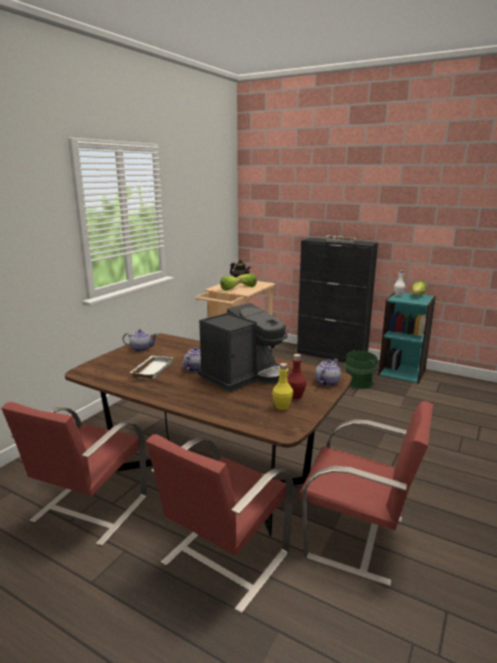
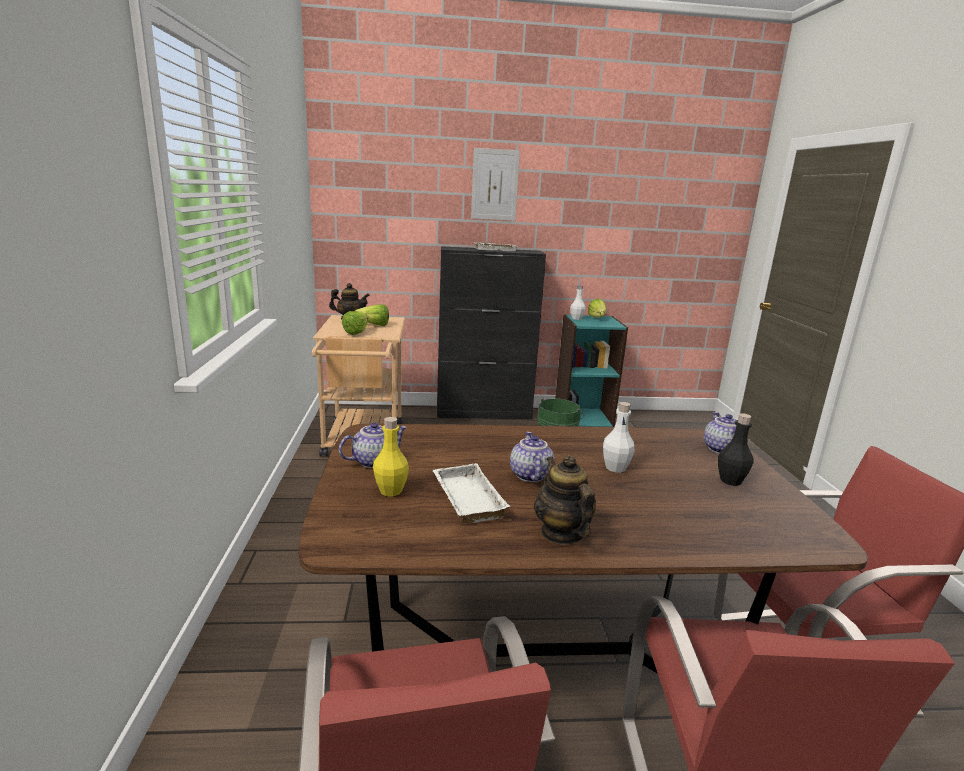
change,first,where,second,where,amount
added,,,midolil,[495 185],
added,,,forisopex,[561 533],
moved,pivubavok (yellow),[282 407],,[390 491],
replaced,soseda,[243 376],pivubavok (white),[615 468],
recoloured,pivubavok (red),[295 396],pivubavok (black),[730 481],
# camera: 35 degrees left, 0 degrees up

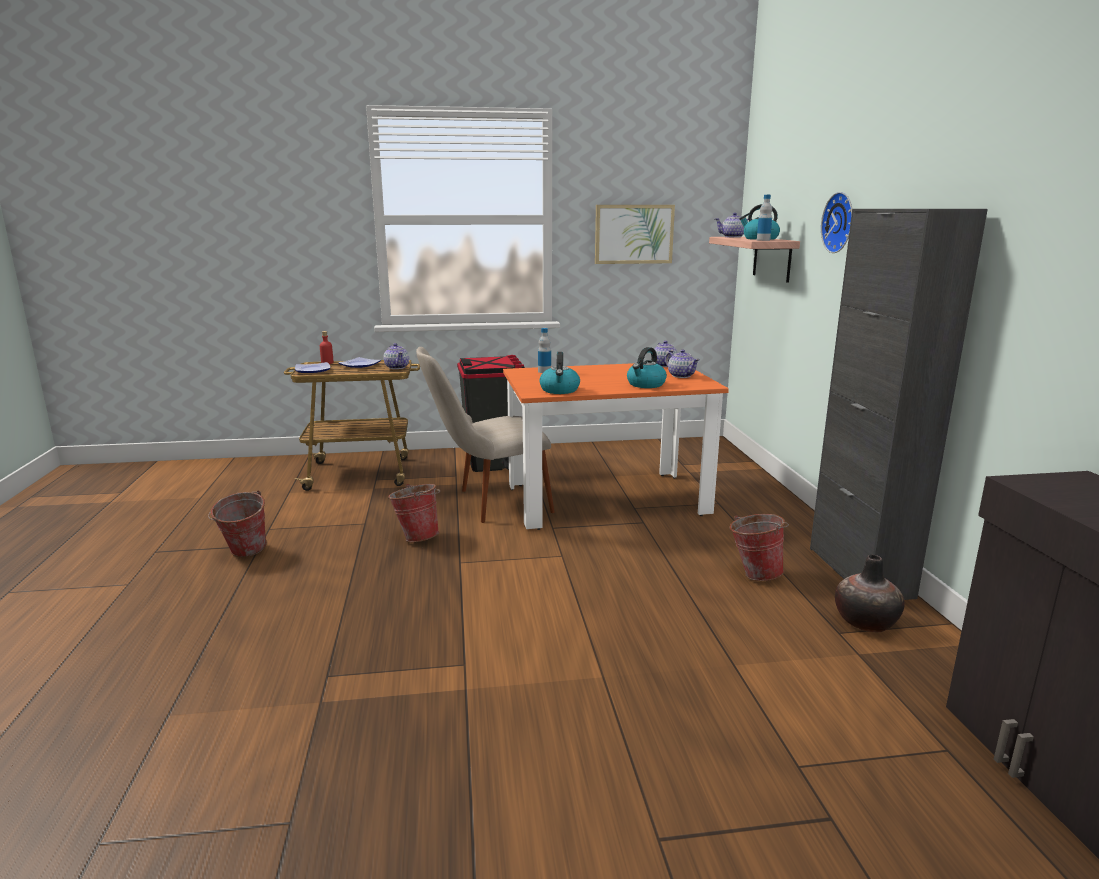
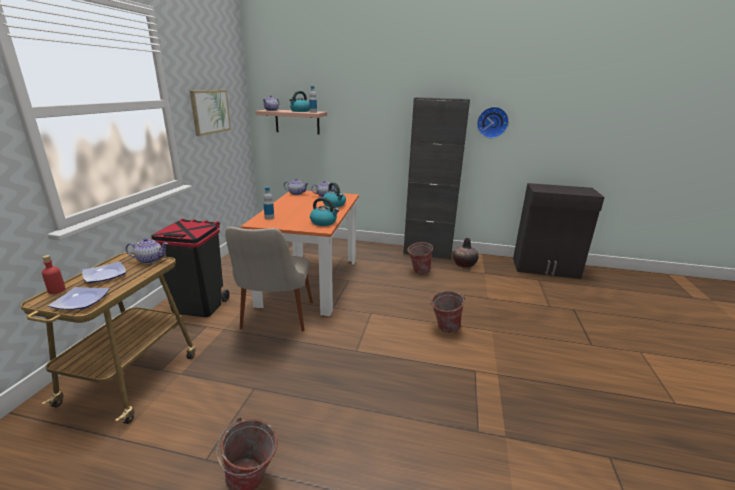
change,first,where,second,where,amount
moved,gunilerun,[417 536],,[444 328],
moved,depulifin,[841 222],,[492 122],
# camera: 70 degrees left, 5 degrees up

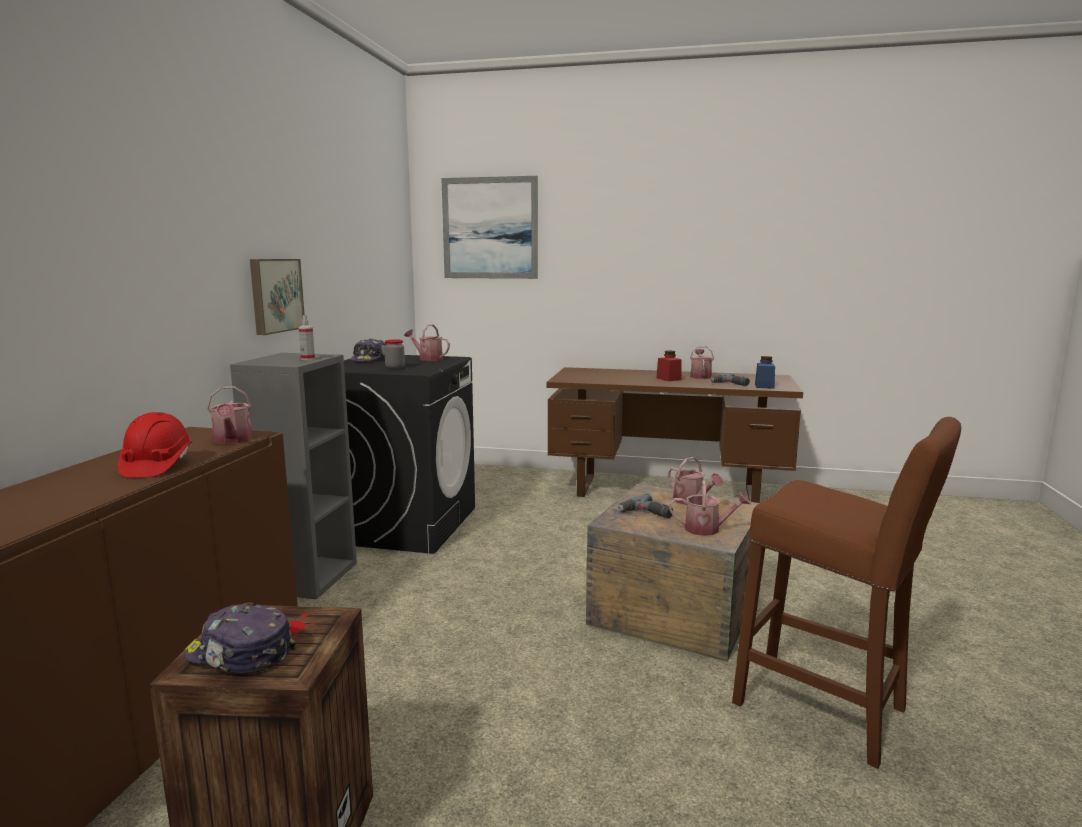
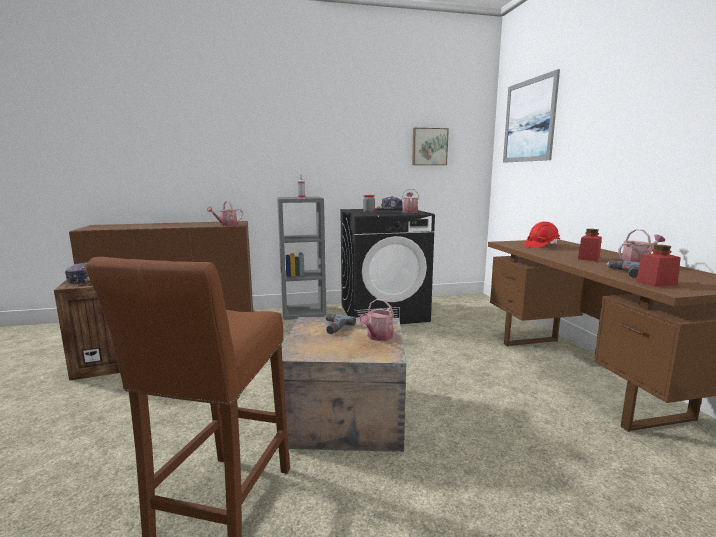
change,first,where,second,where,amount
removed,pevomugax,[707 529],,,
moved,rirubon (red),[157 466],,[541 246],
moved,midolil,[275 295],,[429 147],
recoloured,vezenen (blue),[764 386],vezenen (red),[656 283],
# camera: 65 degrees right, 0 degrees up

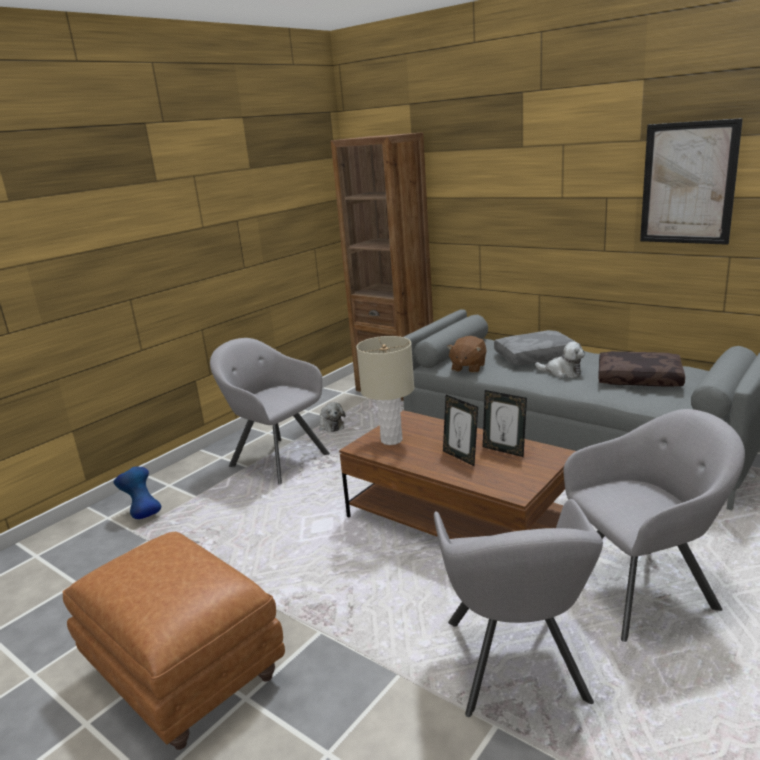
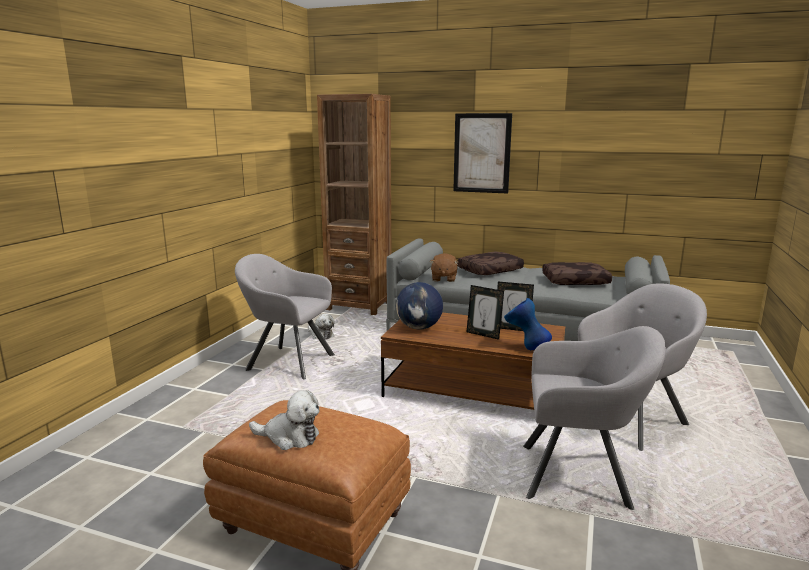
change,first,where,second,where,amount
moved,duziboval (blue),[142 514],,[526 348],
moved,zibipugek,[562 372],,[289 437],
moved,midolil,[688 183],,[482 153],
replaced,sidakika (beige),[391 440],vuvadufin,[419 328],
recoloured,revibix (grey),[535 357],revibix (brown),[490 271],
turned,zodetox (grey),[516 666],,[580 476],60 degrees counterclockwise
# camera: 20 degrees left, 5 degrees down

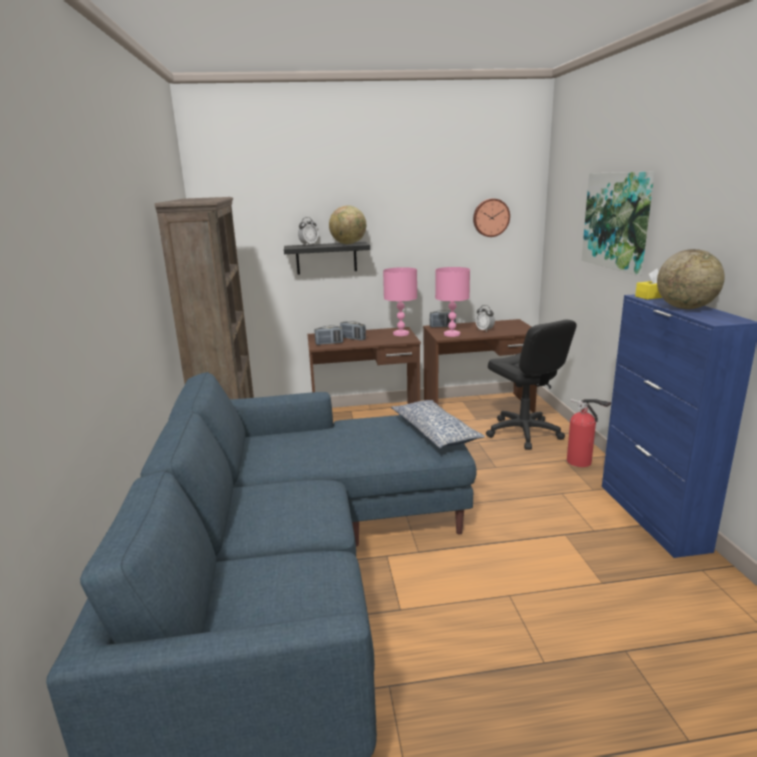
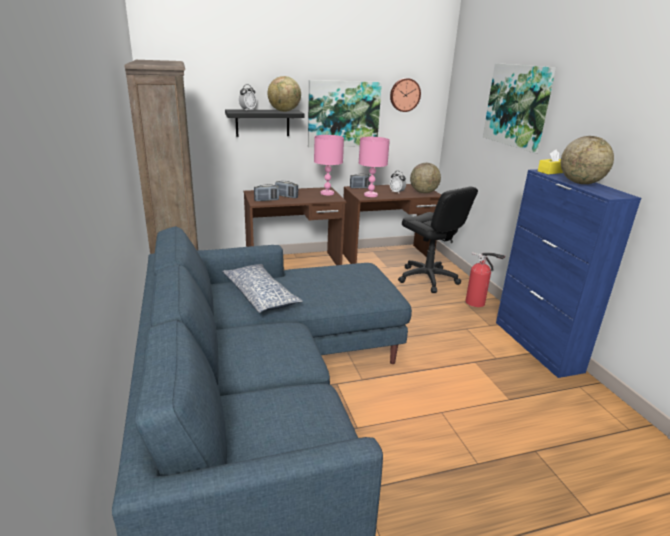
change,first,where,second,where,amount
added,,,midolil,[343 114],
added,,,vuvadufin,[423 192],
moved,revibix,[435 432],,[260 295],
# camera: 10 degrees left, 5 degrees up

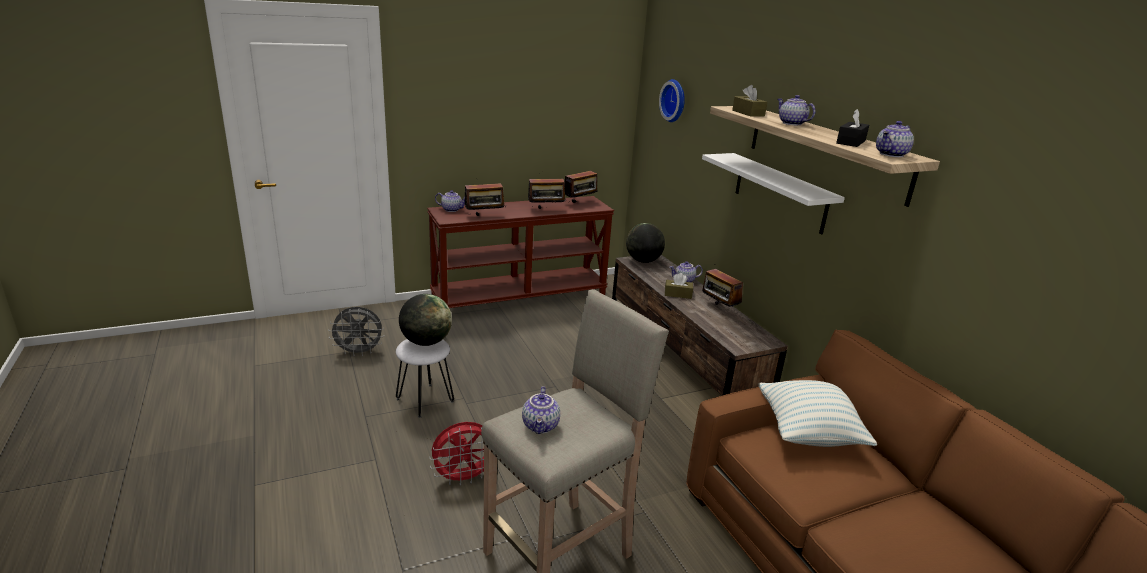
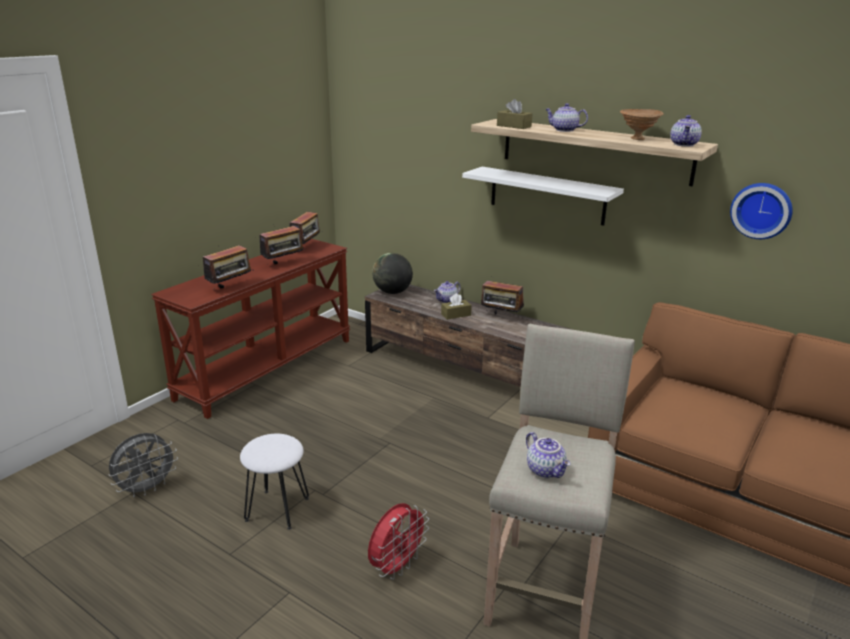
change,first,where,second,where,amount
removed,vuvadufin,[426 342],,,
removed,forisopex,[452 209],,,
removed,revibix,[808 433],,,
moved,depulifin,[675 100],,[761 210],
replaced,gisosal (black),[851 142],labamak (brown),[638 139],
# camera: 30 degrees left, 0 degrees up

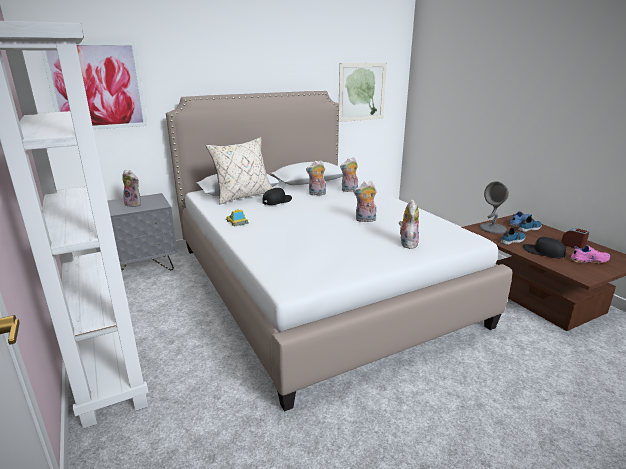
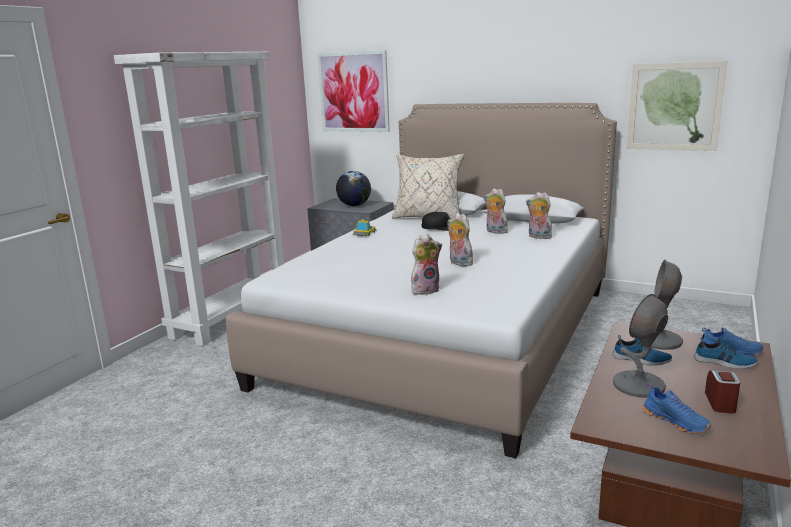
change,first,where,second,where,amount
replaced,zibipugek,[134 204],vuvadufin,[354 205],
replaced,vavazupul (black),[543 252],sidakika (grey),[638 385],
recoloured,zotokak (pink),[588 260],zotokak (blue),[676 421],
# camera: 55 degrees right, 5 degrees down

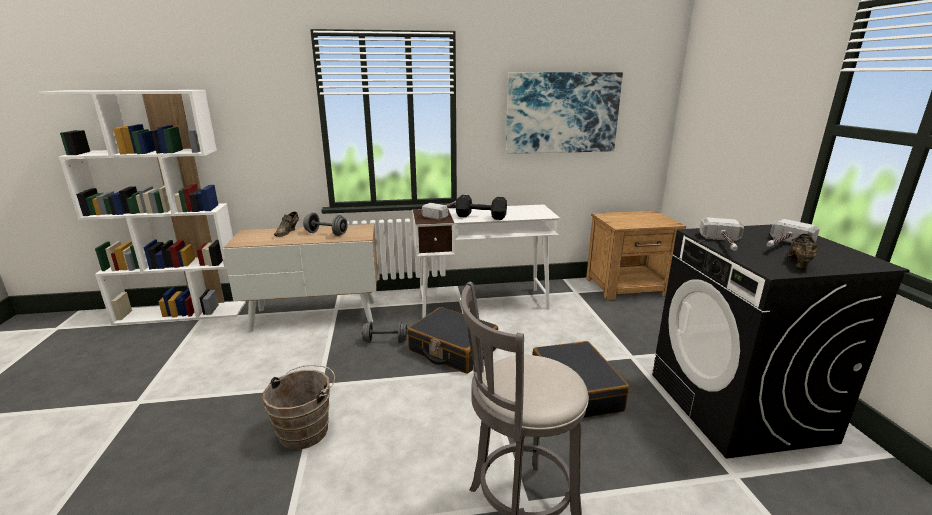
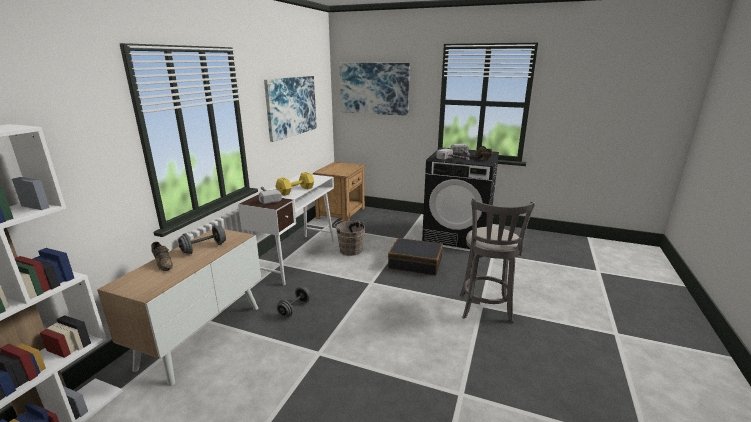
change,first,where,second,where,amount
removed,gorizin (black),[452 349],,,
added,,,midolil,[374 88],
moved,gunilerun (brown),[307 429],,[350 249],
recoloured,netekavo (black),[480 216],netekavo (yellow),[295 191],
# camera: 60 degrees left, 0 degrees up

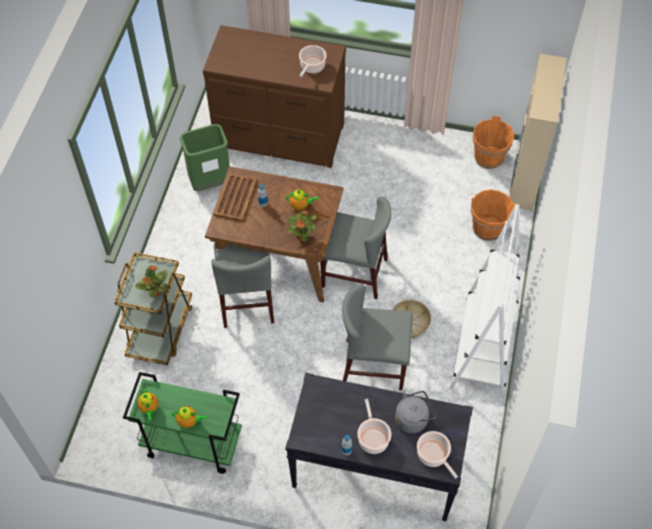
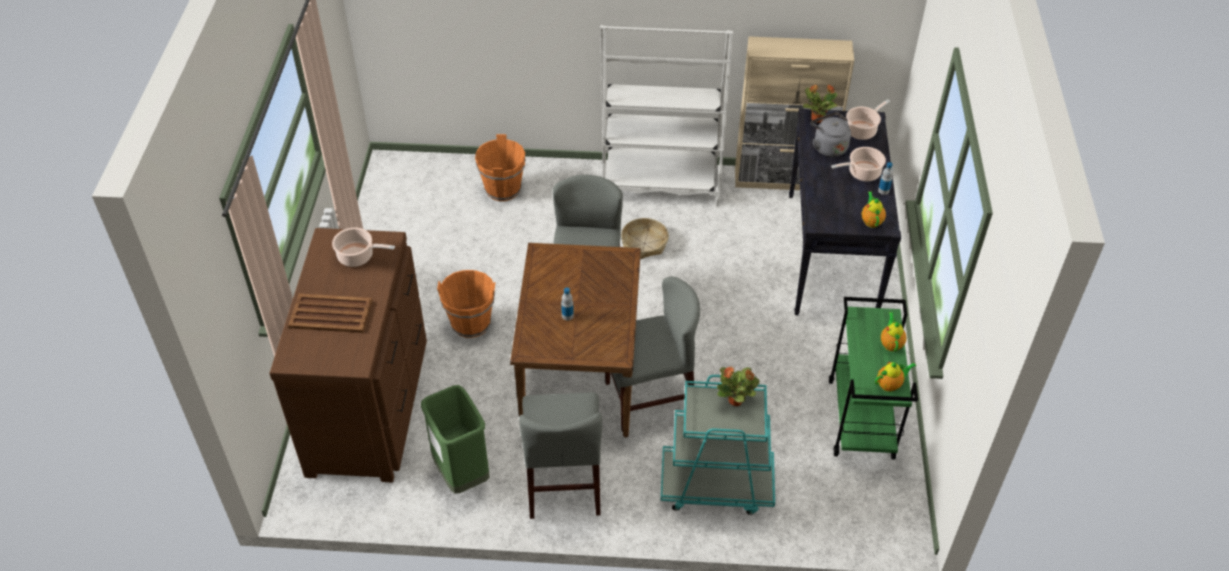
change,first,where,second,where,amount
moved,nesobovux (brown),[236 197],,[330 314],
moved,forisopex,[301 205],,[871 221],
moved,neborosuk,[302 236],,[816 119],
moved,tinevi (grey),[374 364],,[563 482],
moved,gunilerun (orange),[488 158],,[470 323],
moved,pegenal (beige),[524 177],,[782 179],
recoloured,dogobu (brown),[160 329],dogobu (turquoise),[716 485],
# camera: 100 degrees left, 10 degrees down

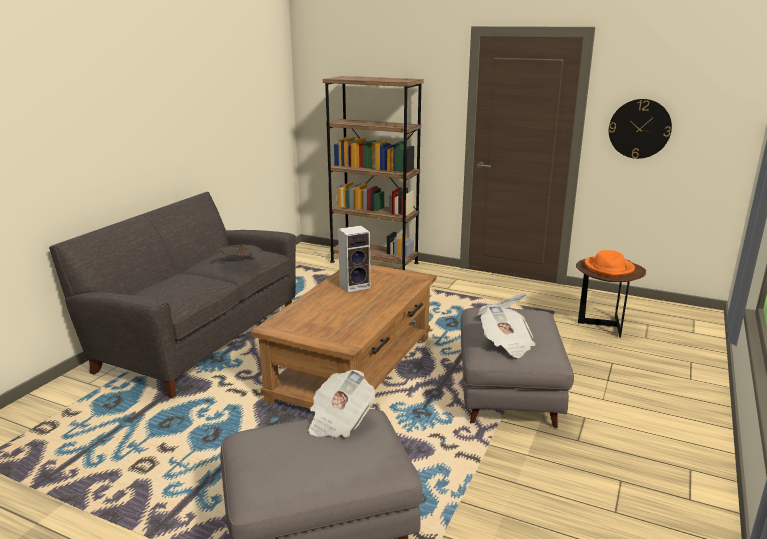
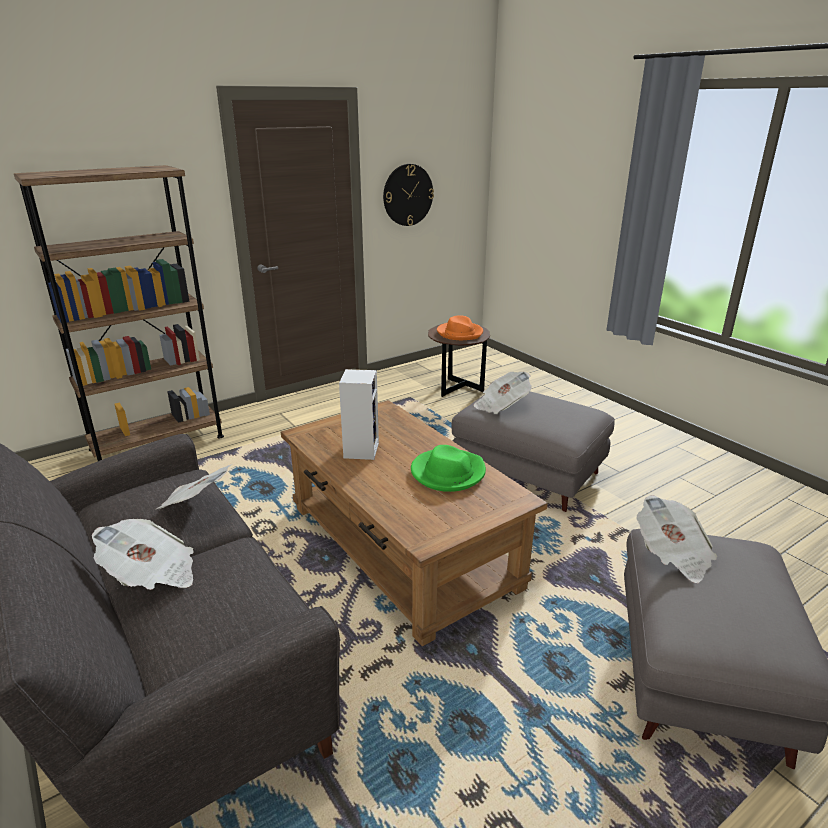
change,first,where,second,where,amount
added,,,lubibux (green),[448 473],
moved,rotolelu,[507 344],,[152 574],
# camera: 60 degrees left, 5 degrees up

